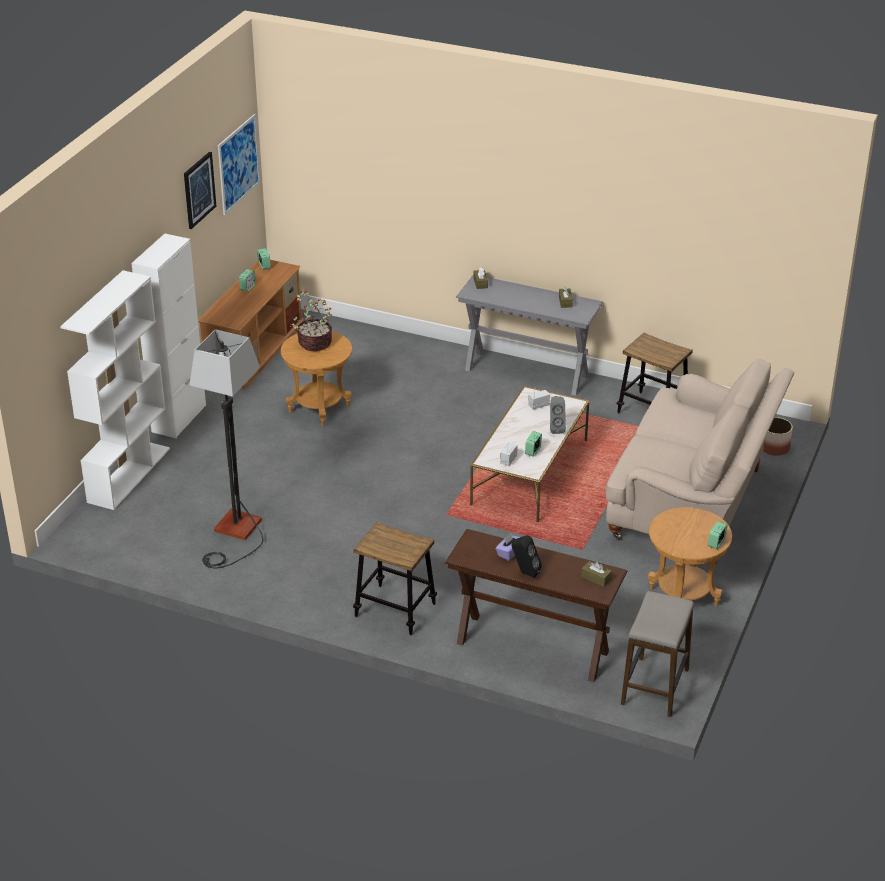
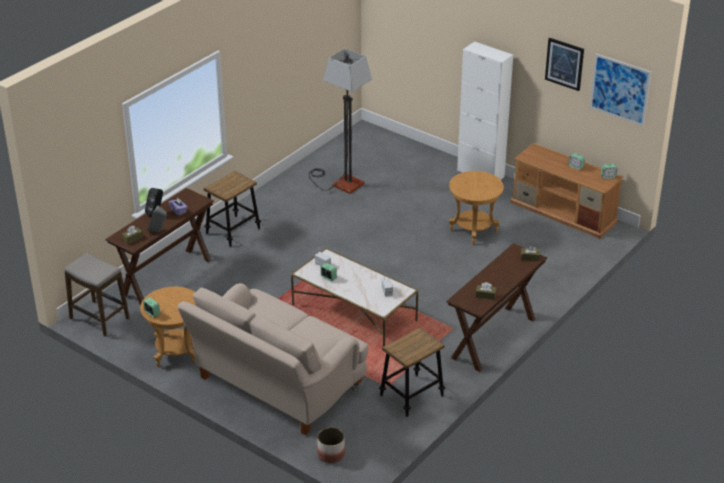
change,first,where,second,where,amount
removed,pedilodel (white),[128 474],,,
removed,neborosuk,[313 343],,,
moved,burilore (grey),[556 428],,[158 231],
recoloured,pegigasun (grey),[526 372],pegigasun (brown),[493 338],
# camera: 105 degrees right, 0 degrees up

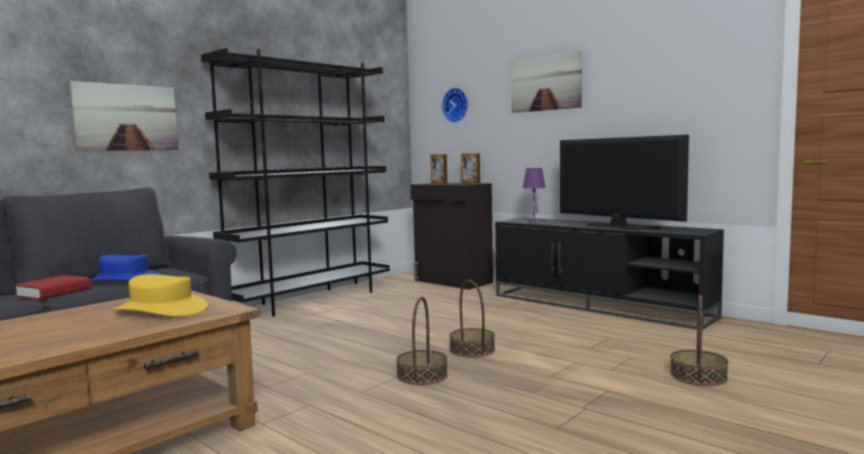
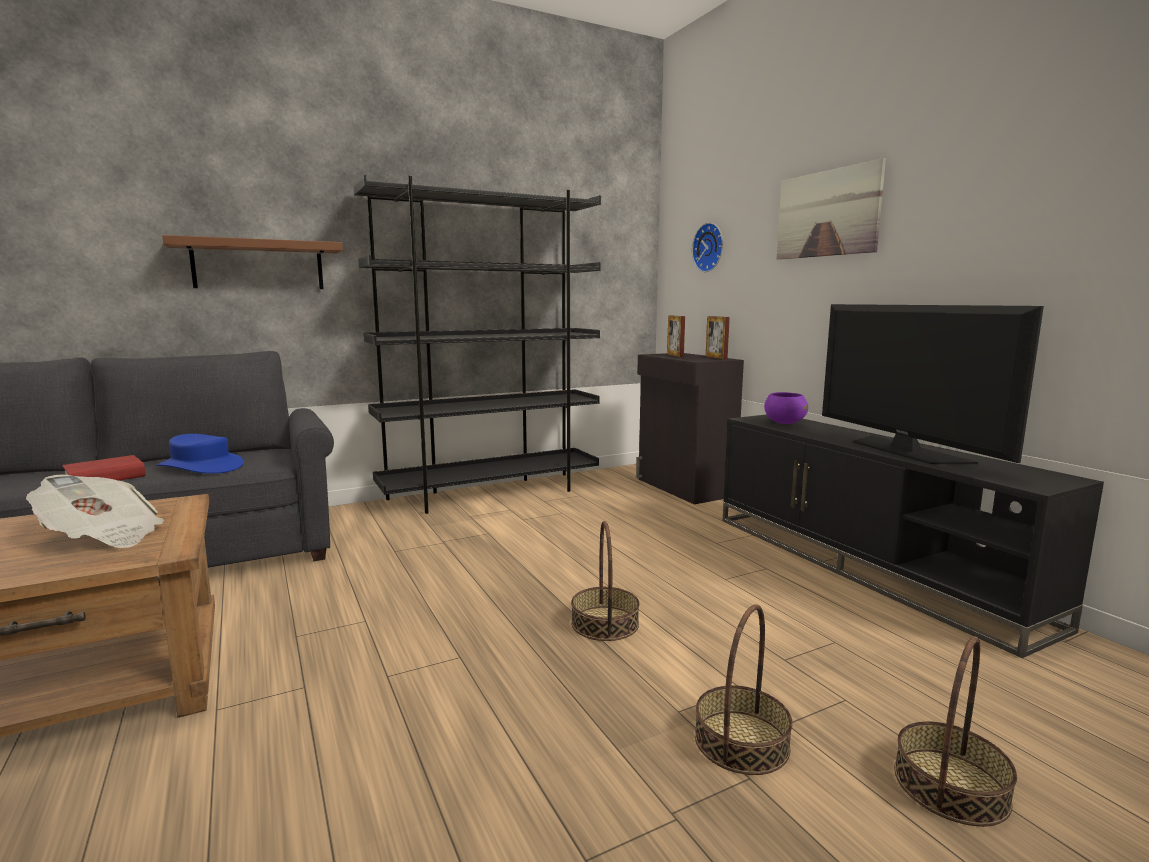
change,first,where,second,where,amount
moved,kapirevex,[422 375],,[741 741],
replaced,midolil,[126 117],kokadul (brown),[258 265],
replaced,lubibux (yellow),[162 310],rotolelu,[103 537],
replaced,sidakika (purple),[534 221],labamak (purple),[784 423],
# camera: 20 degrees right, 5 degrees up

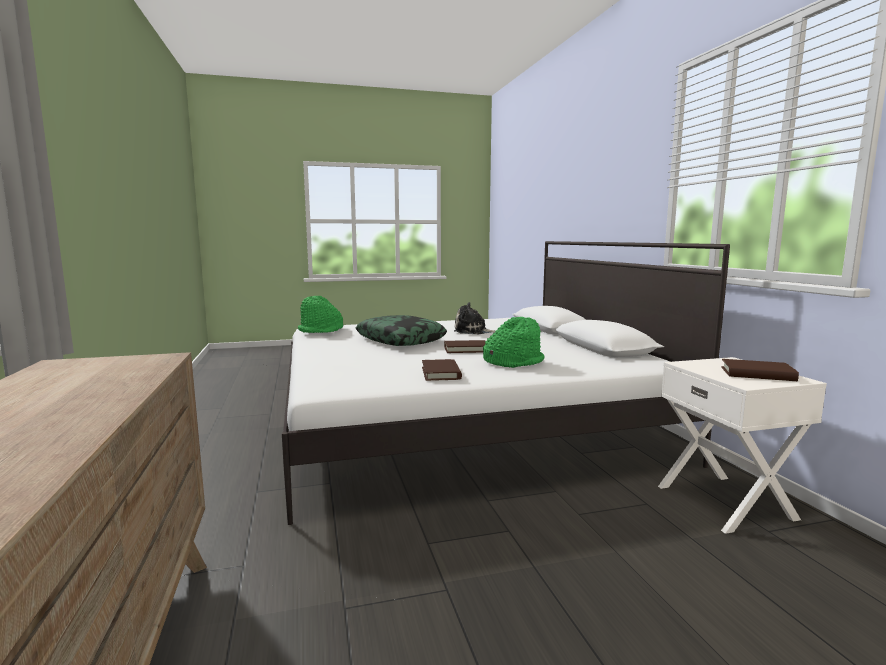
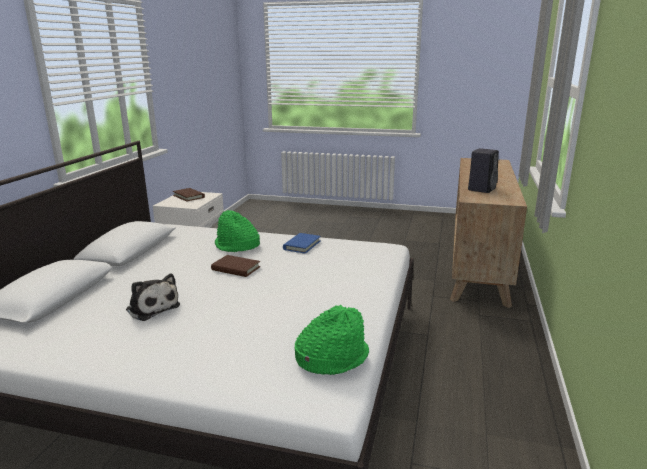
change,first,where,second,where,amount
removed,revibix,[401 340],,,
added,,,burilore (black),[481 189],
recoloured,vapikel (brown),[441 373],vapikel (blue),[302 245],
# camera: 150 degrees left, 10 degrees up

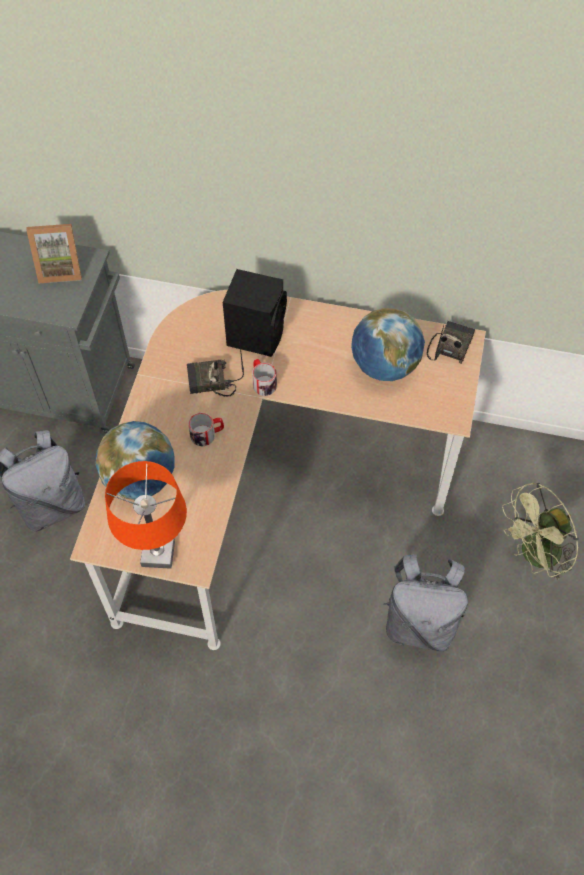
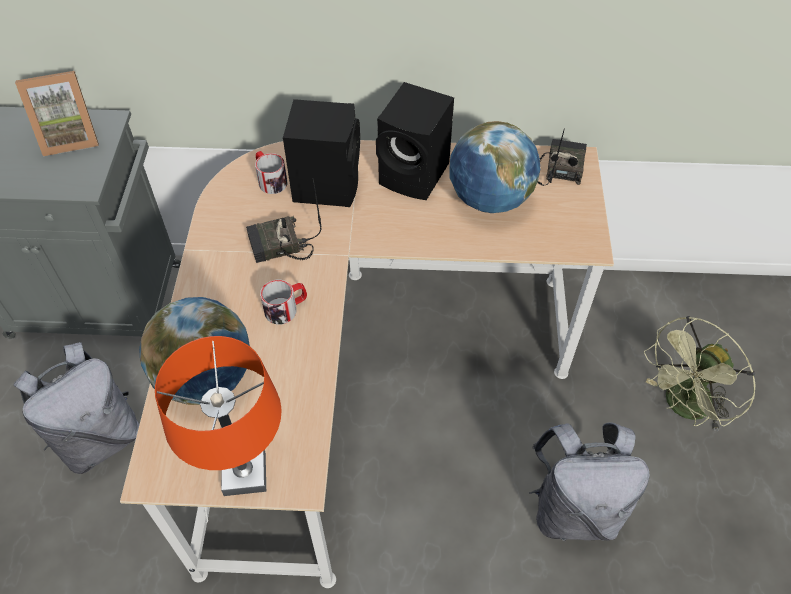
change,first,where,second,where,amount
added,,,burilore (black),[416 175],
moved,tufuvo,[262 382],,[270 180],
# camera: 10 degrees left, 5 degrees down

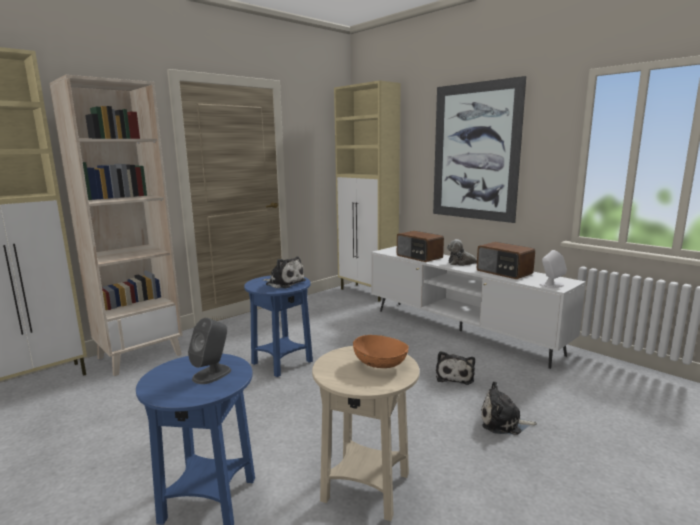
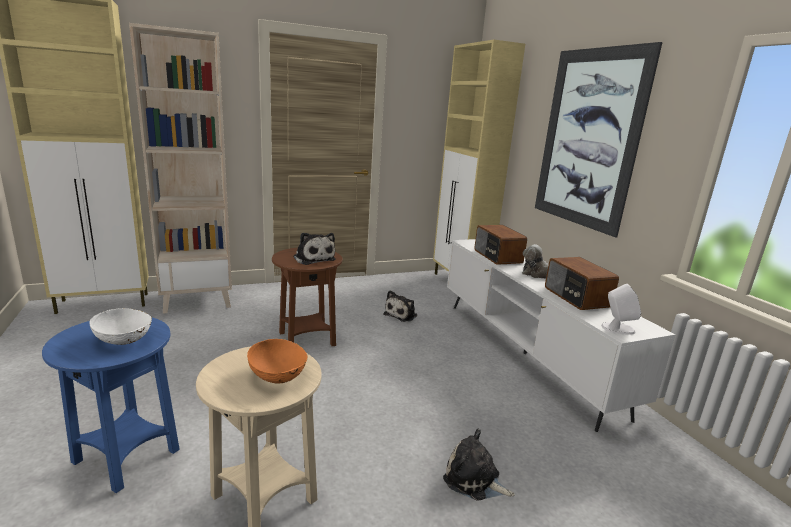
change,first,where,second,where,amount
moved,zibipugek,[454 376],,[402 315],
replaced,burilore (grey),[212 374],labamak (white),[124 340],
recoloured,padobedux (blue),[282 363],padobedux (brown),[307 339],
# camera: 20 degrees right, 5 degrees up

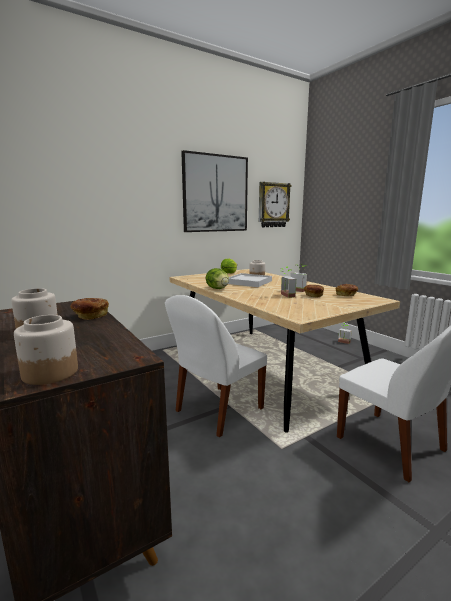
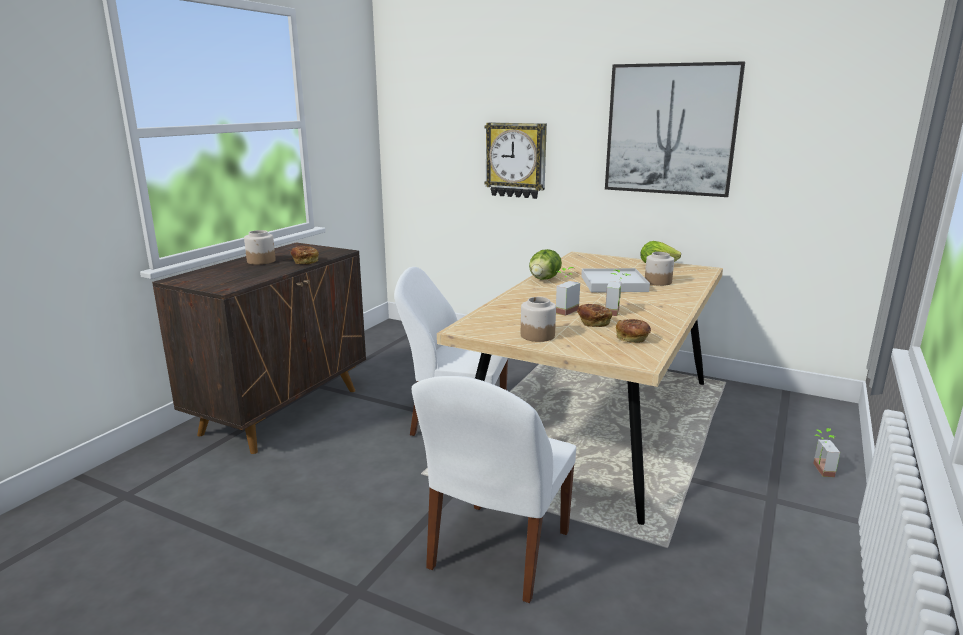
change,first,where,second,where,amount
moved,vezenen,[49 373],,[537 335],
moved,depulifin,[273 205],,[516 160],
# camera: 60 degrees right, 5 degrees up

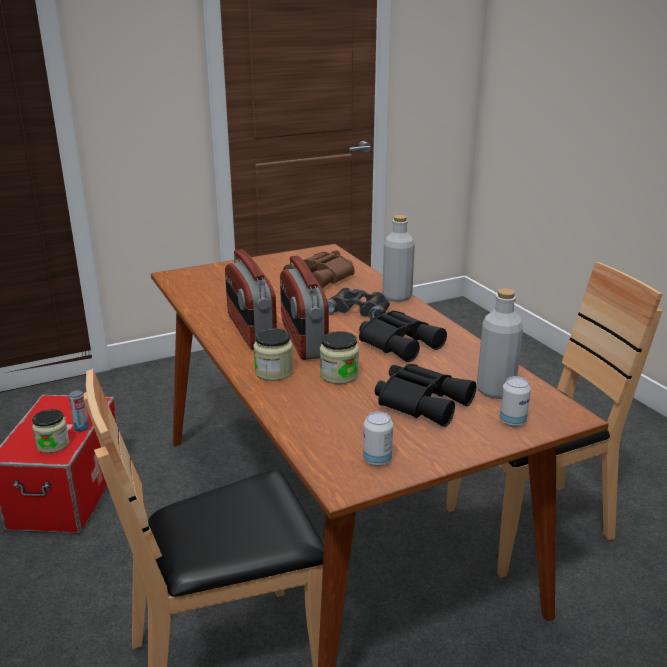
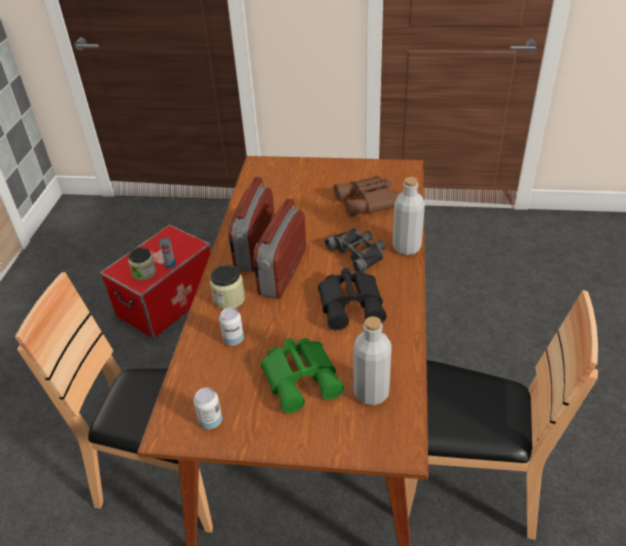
change,first,where,second,where,amount
removed,vezenen,[339 375],,,
moved,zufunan,[512 421],,[233 339],
recoloured,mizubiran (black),[422 401],mizubiran (green),[302 377],
# camera: 35 degrees right, 15 degrees up

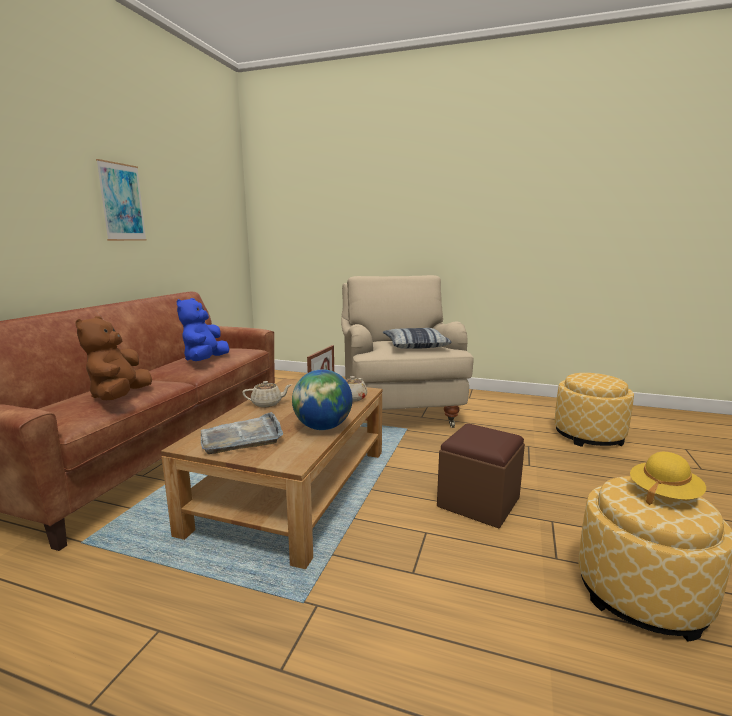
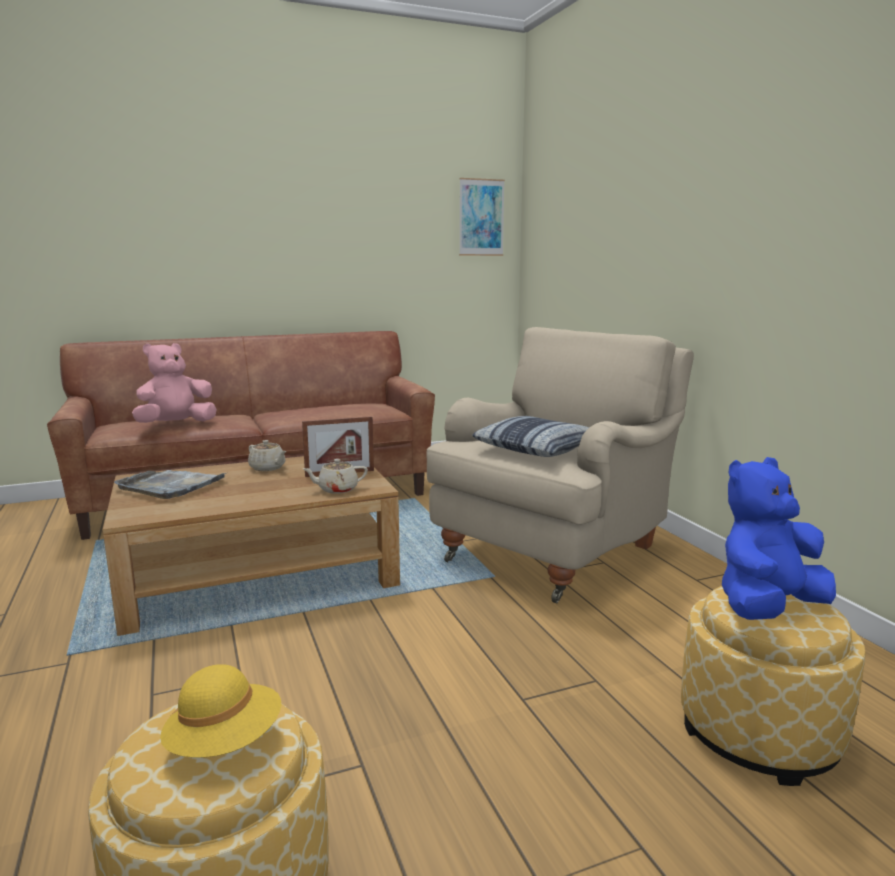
change,first,where,second,where,amount
removed,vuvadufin,[323 427],,,
removed,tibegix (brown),[478 502],,,
moved,midolil,[122 202],,[481 217],
moved,zibipugek (blue),[205 360],,[767 607],
recoloured,zibipugek (brown),[120 397],zibipugek (pink),[176 424],
# camera: 50 degrees right, 0 degrees up

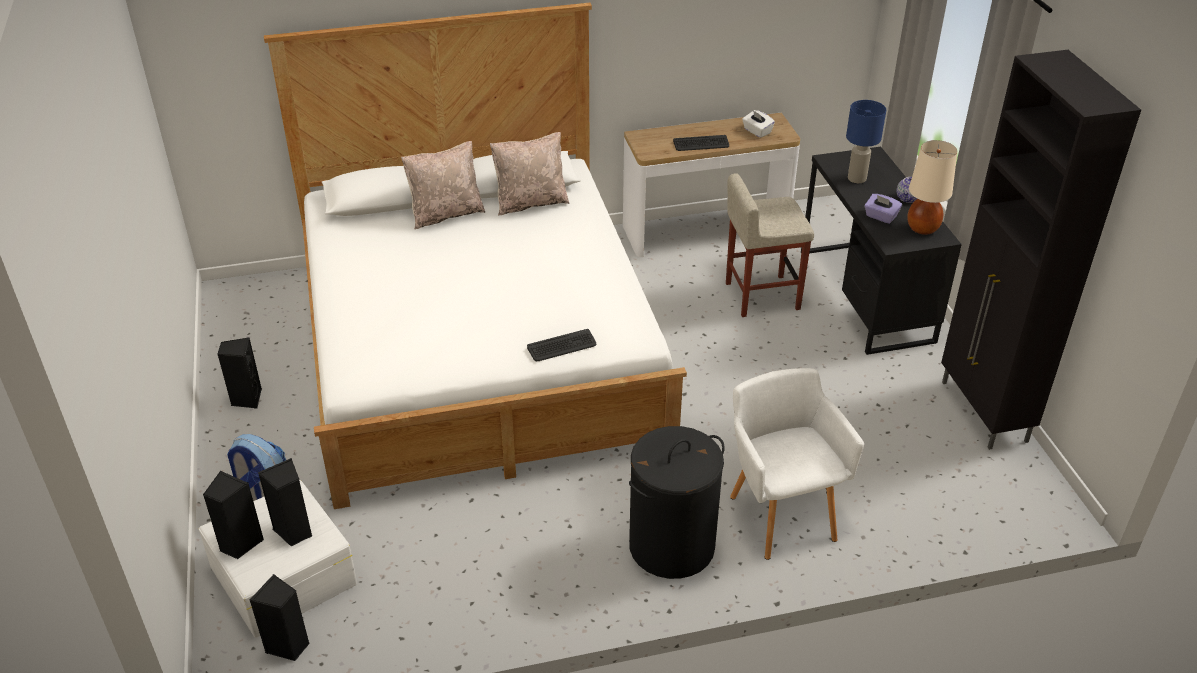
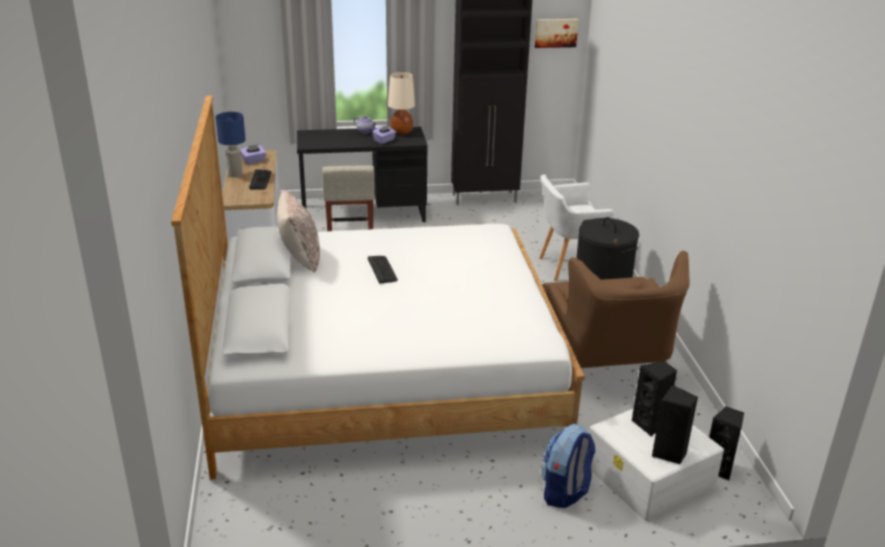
change,first,where,second,where,amount
removed,burilore (black),[246 399],,,
removed,revibix (beige),[446 214],,,
added,,,midolil,[555 32],
added,,,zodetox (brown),[605 363],
moved,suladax,[562 346],,[382 269],
moved,sidakika (blue),[856 179],,[235 175],
recoloured,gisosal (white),[757 131],gisosal (purple),[254 161],
# camera: 85 degrees left, 10 degrees down

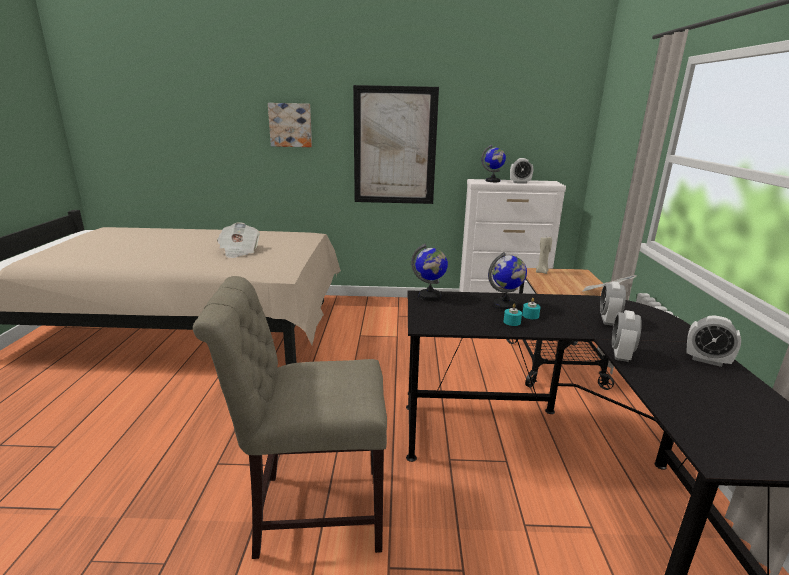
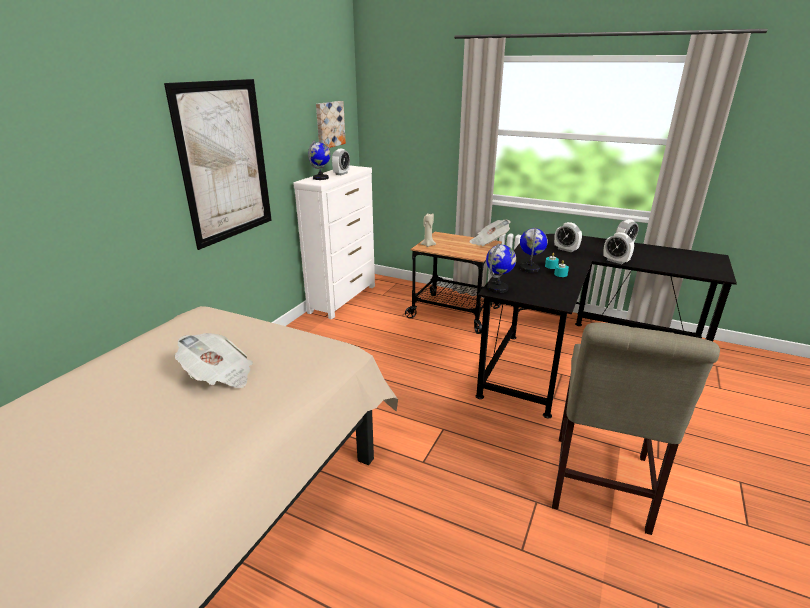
change,first,where,second,where,amount
moved,midolil,[290 125],,[329 124],
# camera: 65 degrees left, 5 degrees up

